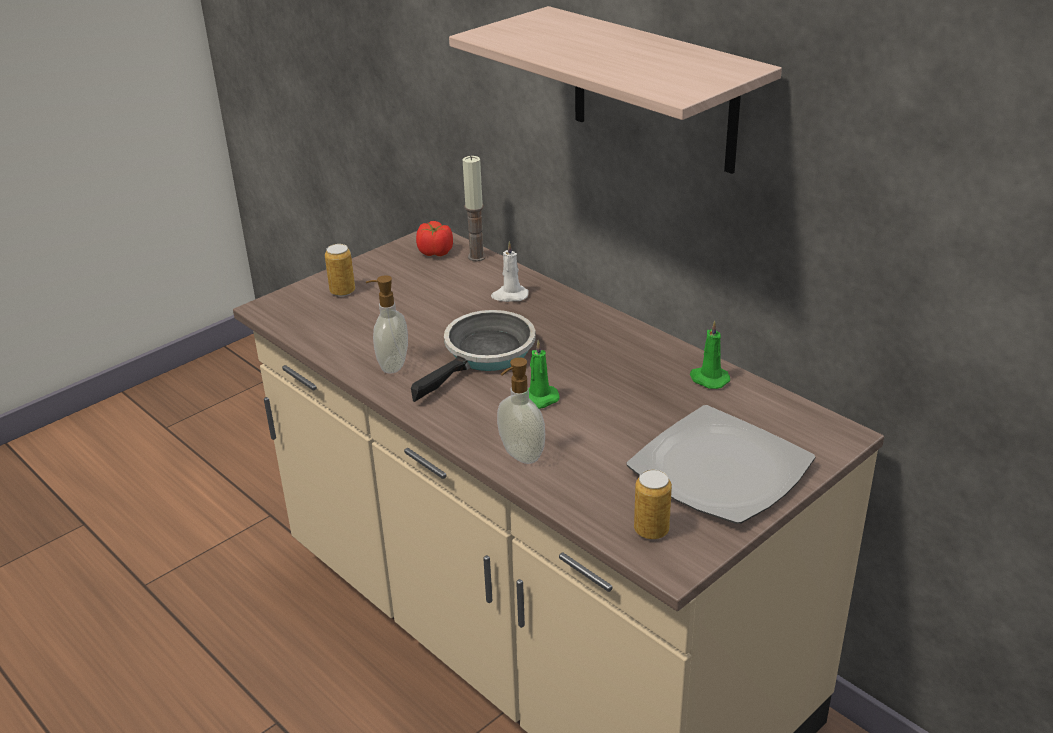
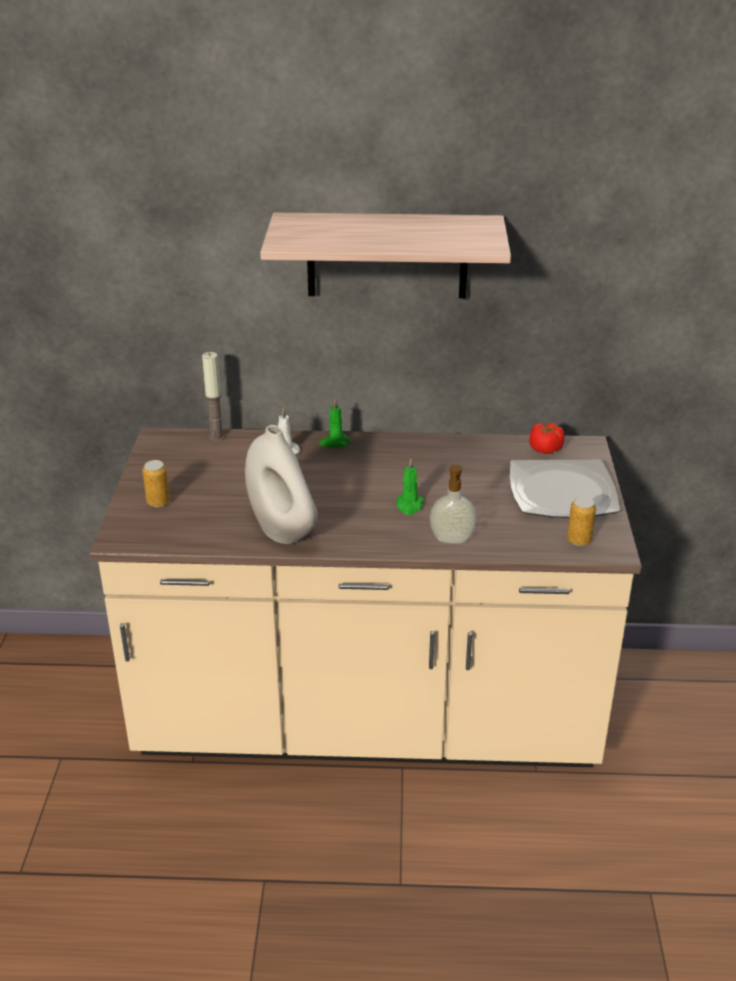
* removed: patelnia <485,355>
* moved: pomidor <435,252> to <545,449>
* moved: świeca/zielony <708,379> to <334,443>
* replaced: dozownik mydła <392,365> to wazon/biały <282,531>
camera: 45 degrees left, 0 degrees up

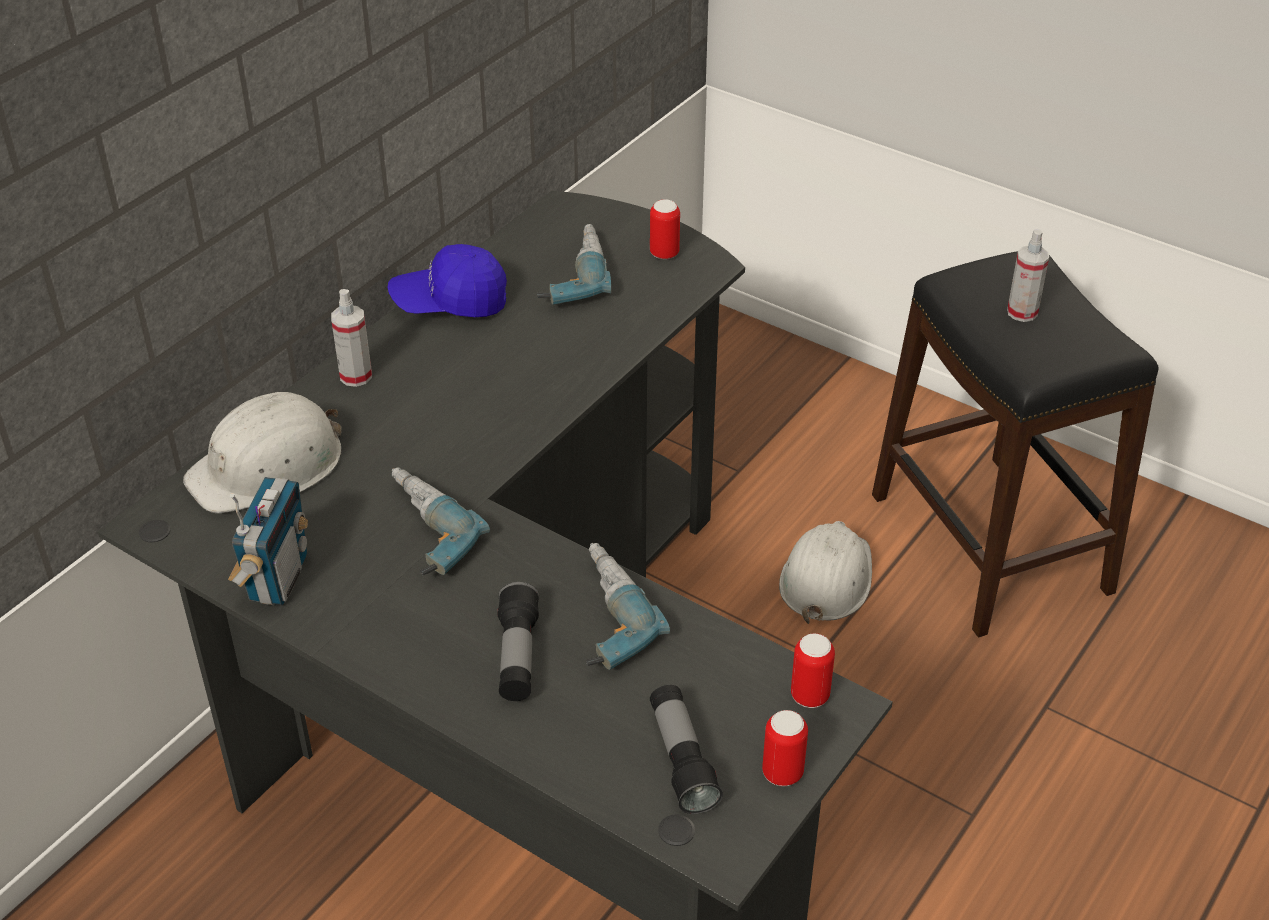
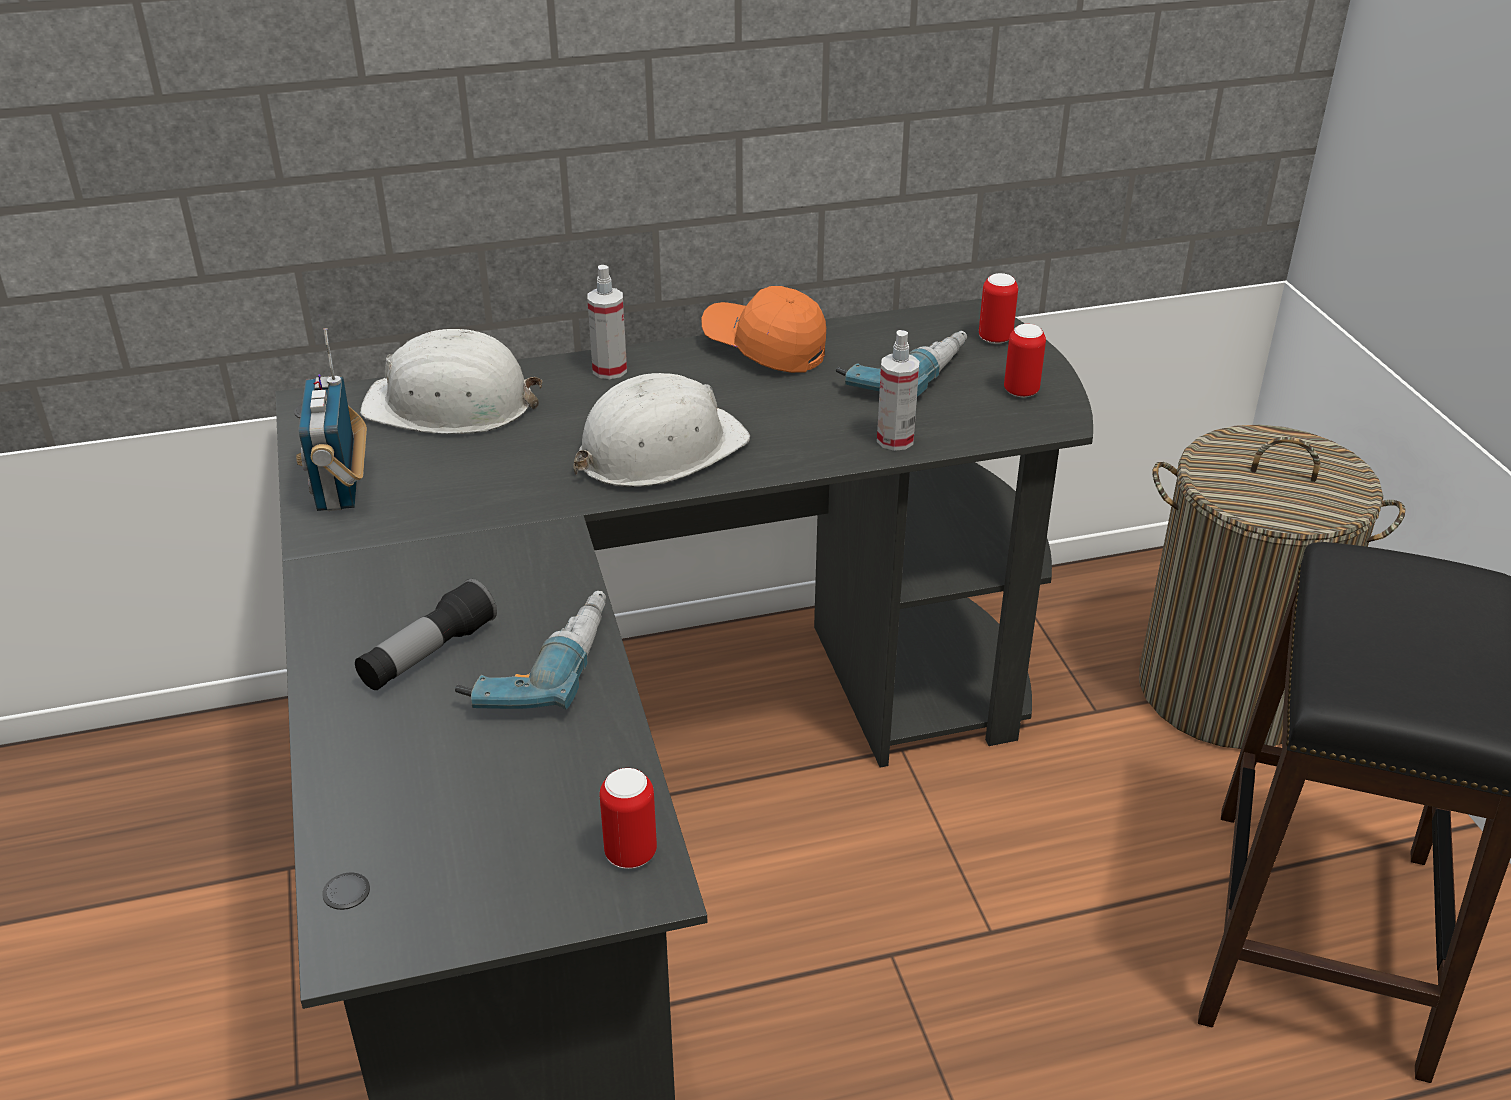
* removed: wiertarka <418,532>
* removed: latarka <682,760>
* added: kosz na pranie <1226,690>
* moved: puszka <782,773> to <995,338>
* moved: kask/biały <826,578> to <659,450>
* moved: spryskiwacz <1022,312> to <895,440>
* recoloured: czapka z daszkiem/niebieski <450,303> to czapka z daszkiem/pomarańczowy <764,349>
* turned: radio <277,578> = <340,489> 120 degrees clockwise
camera: 40 degrees right, 5 degrees down

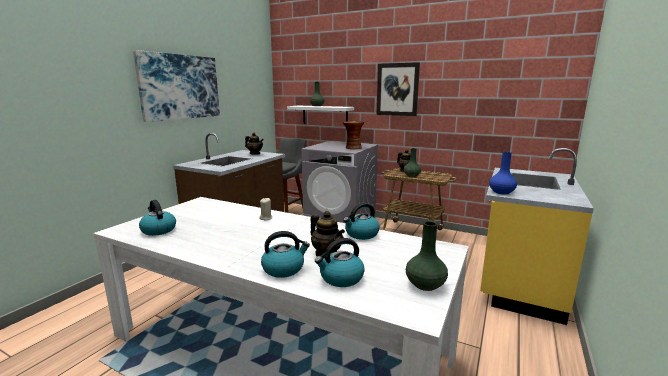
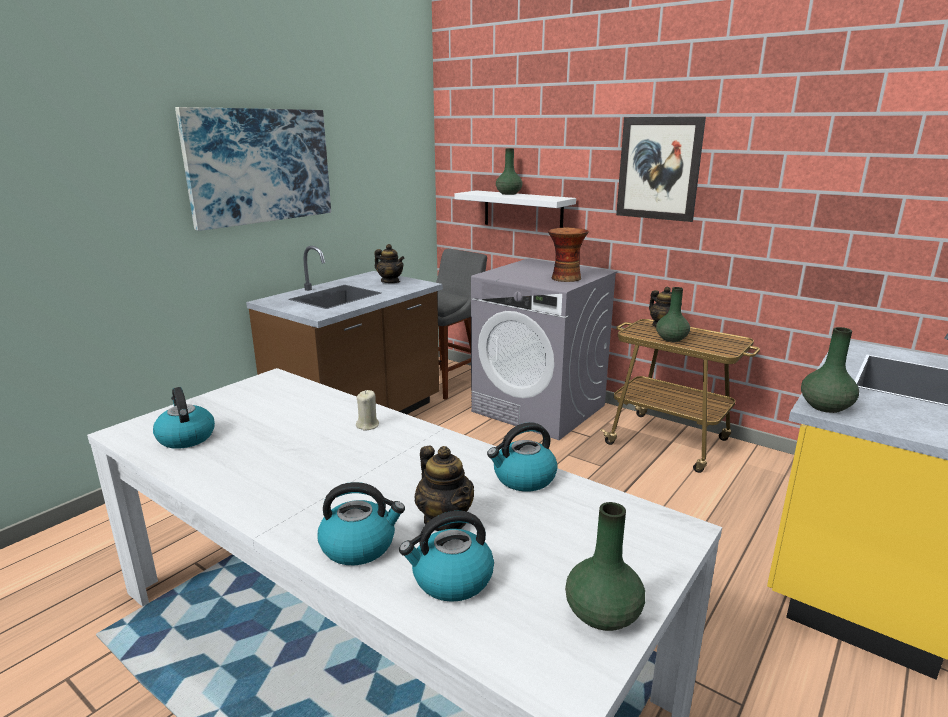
* recoloured: wazon/niebieski <502,192> to wazon/zielony <826,407>
camera: 10 degrees right, 5 degrees up

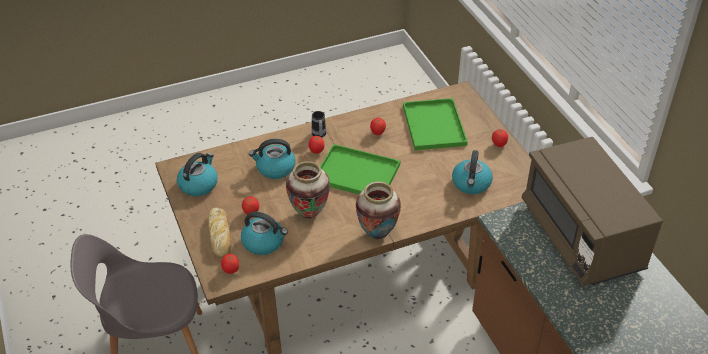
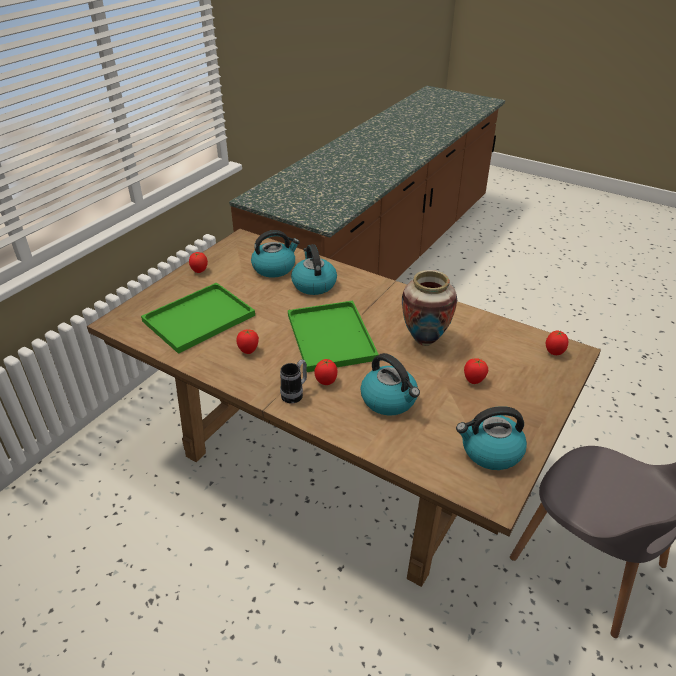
* removed: chleb <220,236>
* removed: wazon <377,235>
* removed: mikrofalówka/brązowy <581,237>
* moved: czajnik <264,242> to <313,284>
camera: 125 degrees left, 5 degrees down

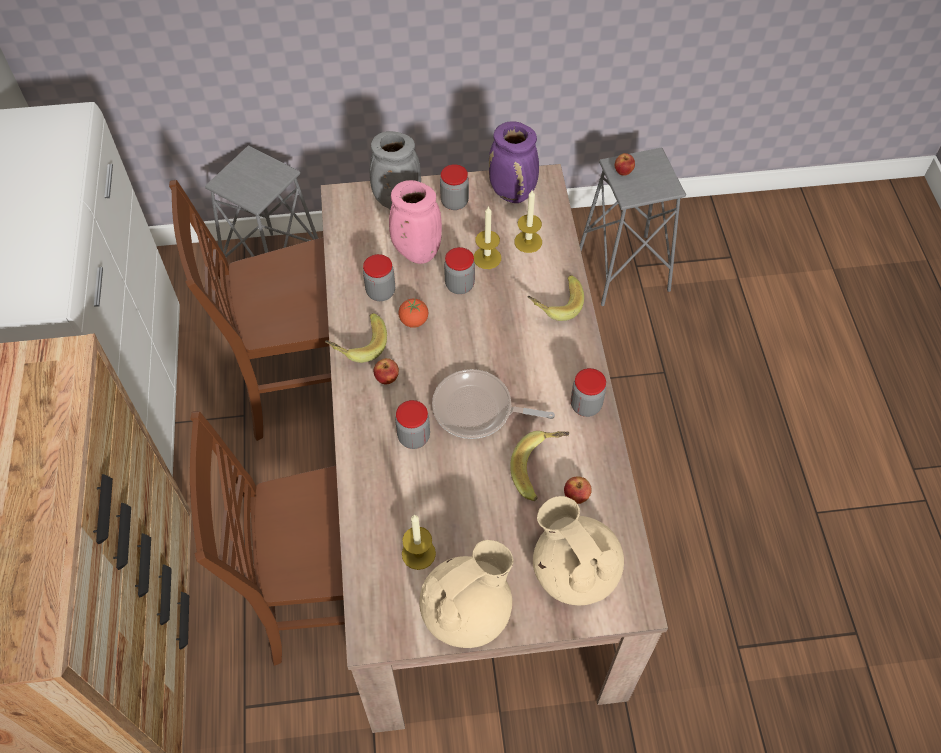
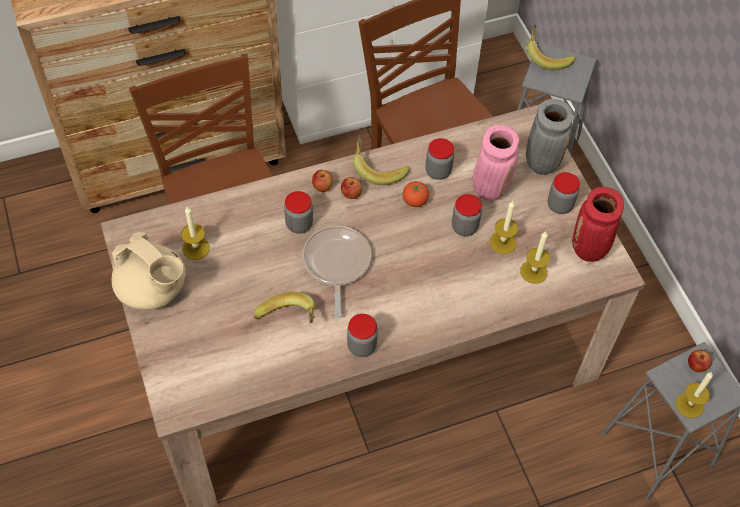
* removed: imbryk/beżowy <574,569>
* added: świeca <689,405>
* moved: banan <554,304> to <547,56>
* moved: jabłko <576,496> to <322,187>
* recoloured: wazon/fioletowy <513,193> to wazon/czerwony <589,250>
camera: 75 degrees right, 0 degrees up

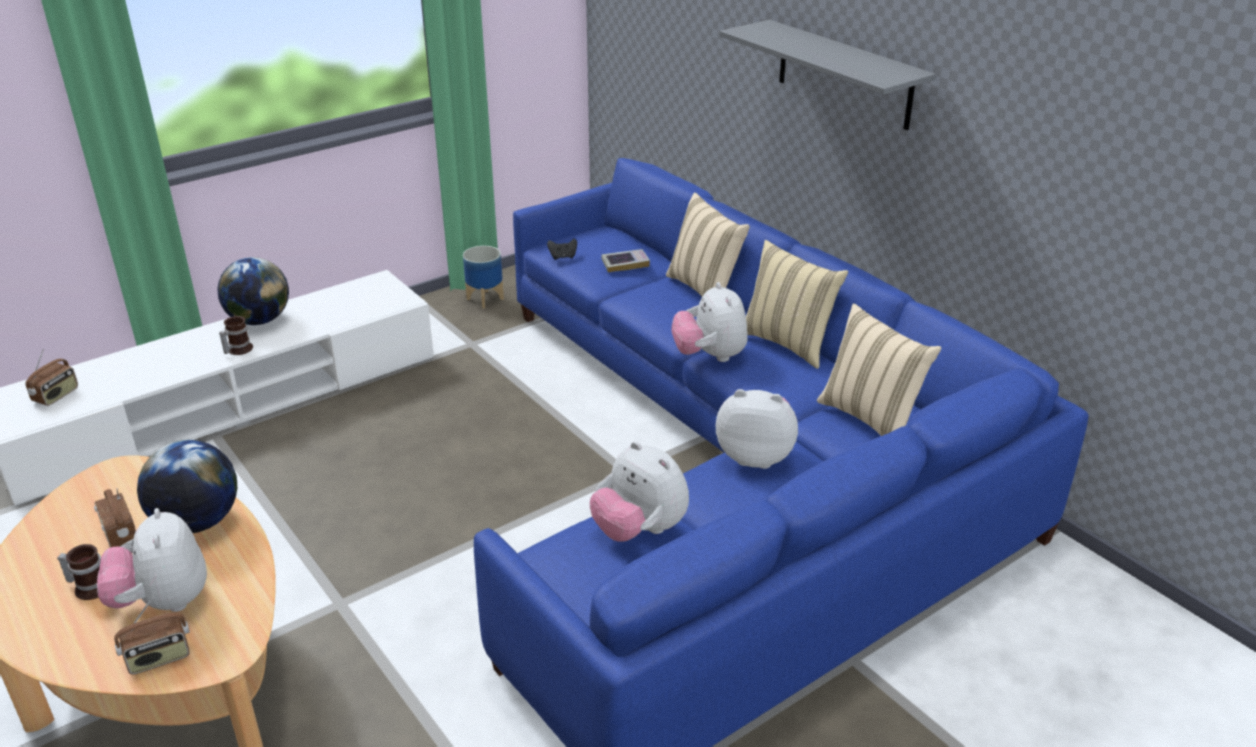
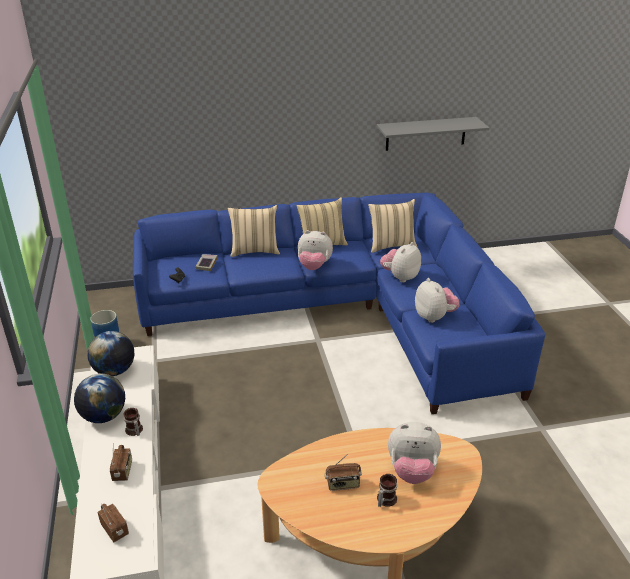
* moved: radio <159,658> to <123,471>
* moved: globus <197,522> to <114,371>
* moved: półka/szary <844,75> to <426,133>
* turned: pluszak <639,530> = <434,317> 90 degrees counterclockwise
camera: 65 degrees left, 0 degrees up

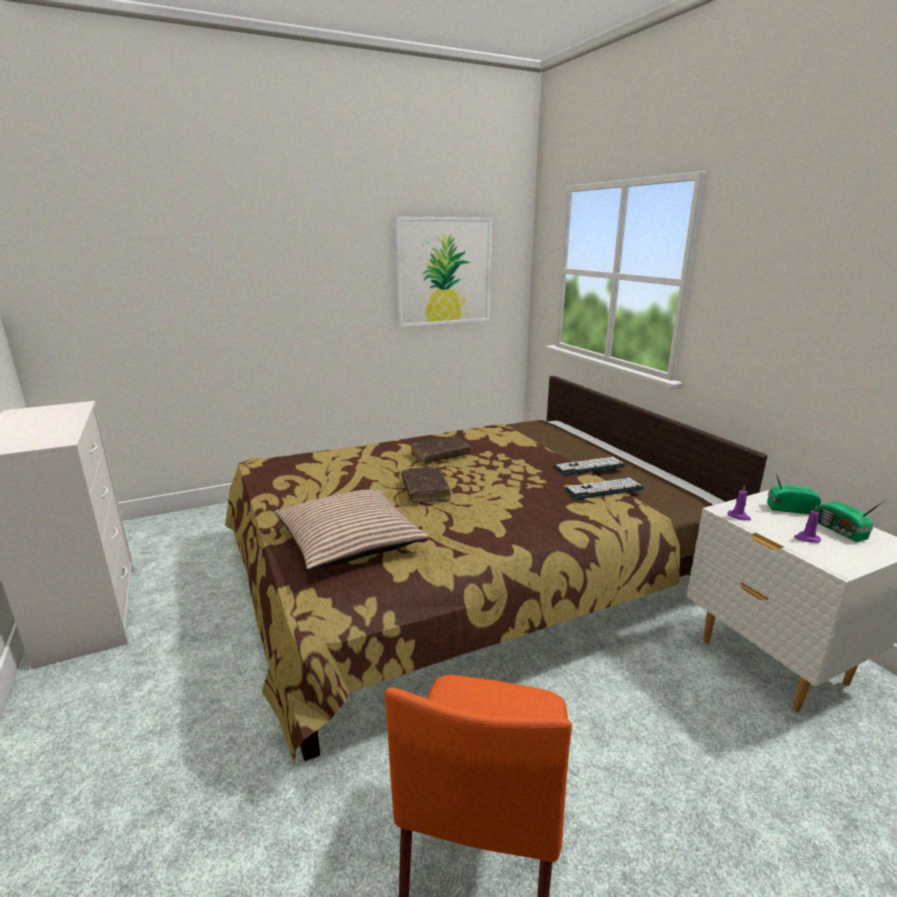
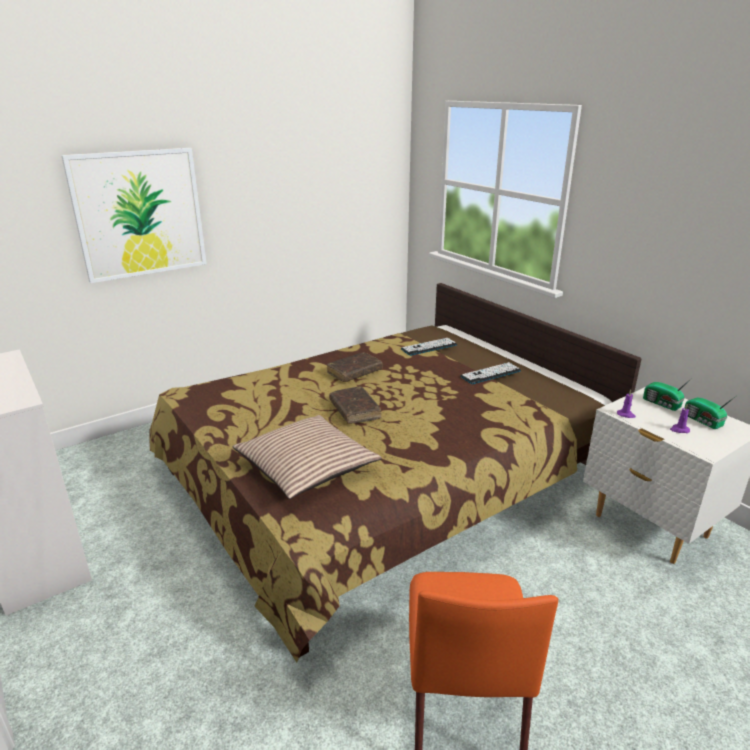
* moved: obraz <444,271> to <139,214>
* moved: klawiatura <604,489> to <429,347>
* turned: radio <789,508> = <662,404> 135 degrees counterclockwise
camera: 10 degrees left, 5 degrees up

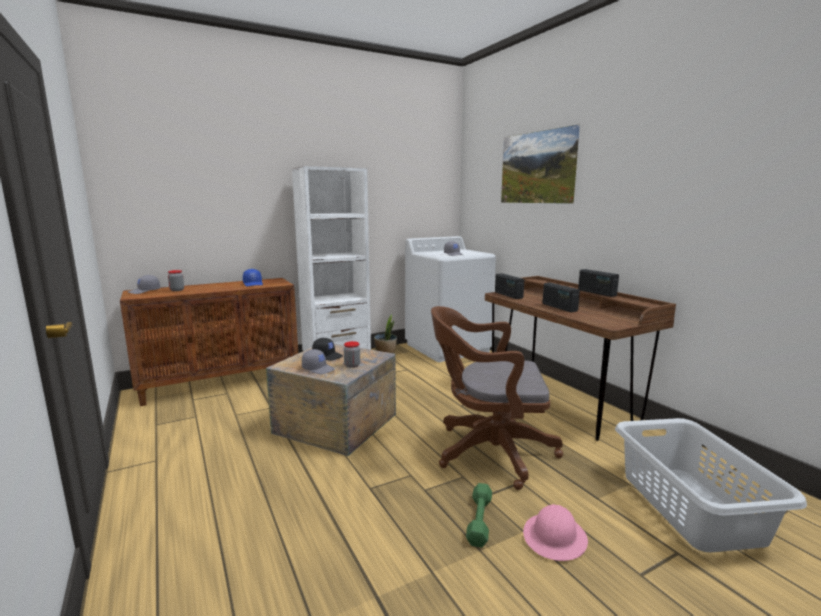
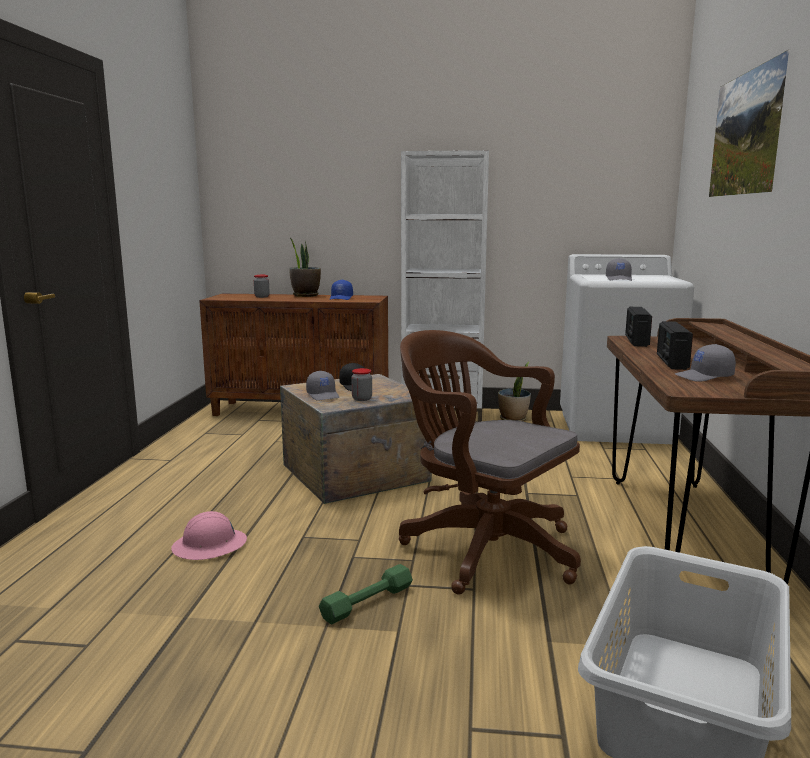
* removed: radio <596,293>
* added: roślina doniczkowa <305,295>
* moved: czapka z daszkiem/szary <144,291> to <704,377>
* moved: kask/różowy <555,538> to <210,546>
camera: 35 degrees right, 0 degrees up

